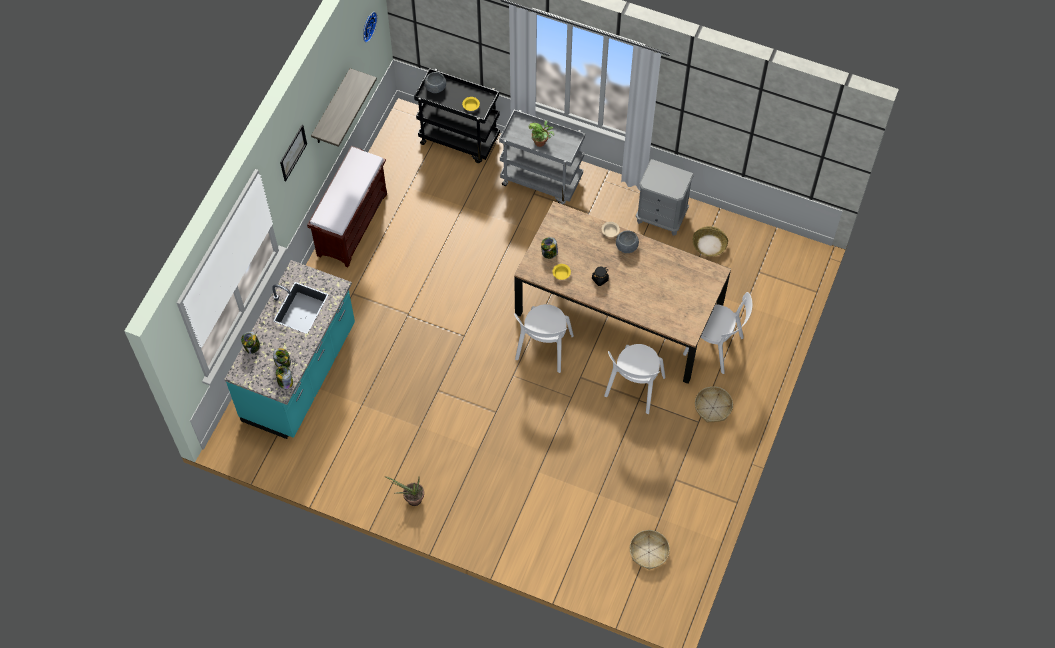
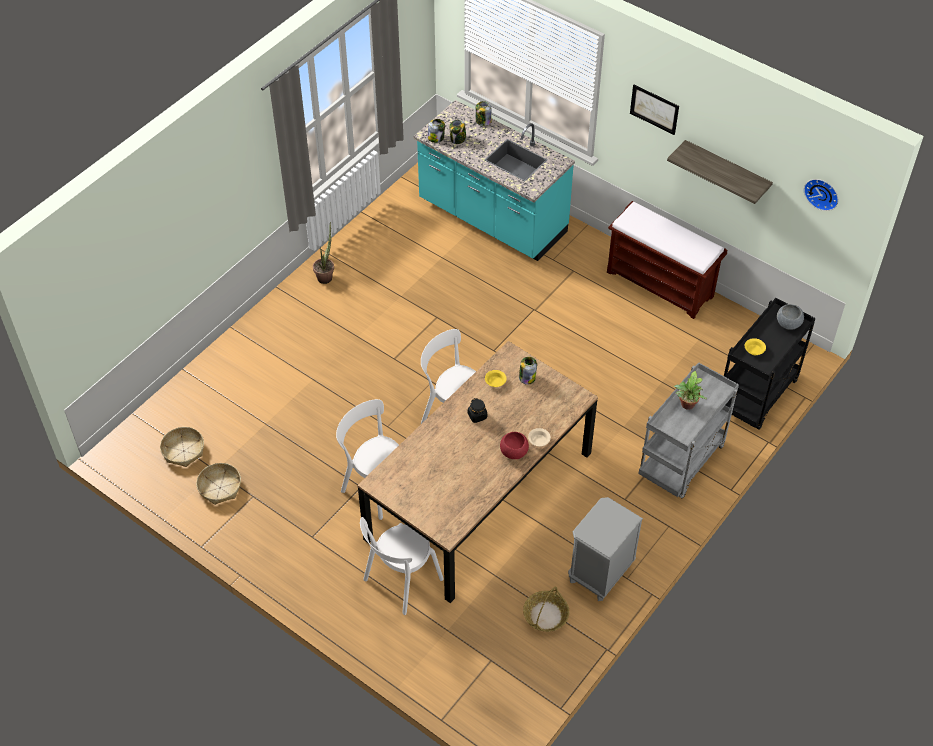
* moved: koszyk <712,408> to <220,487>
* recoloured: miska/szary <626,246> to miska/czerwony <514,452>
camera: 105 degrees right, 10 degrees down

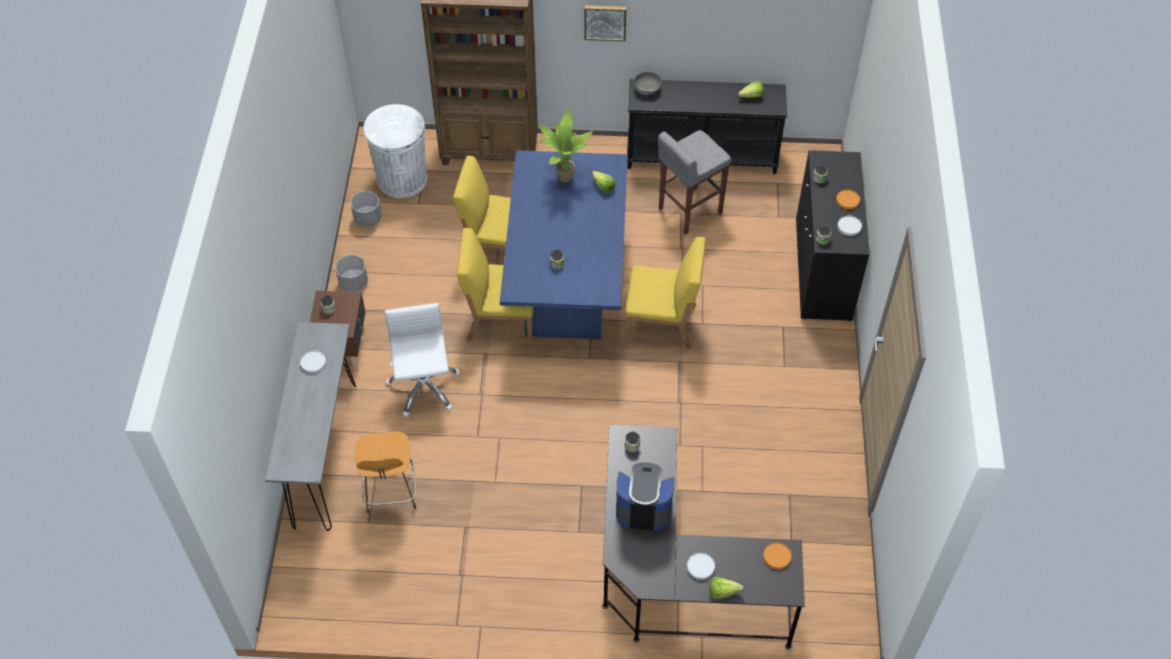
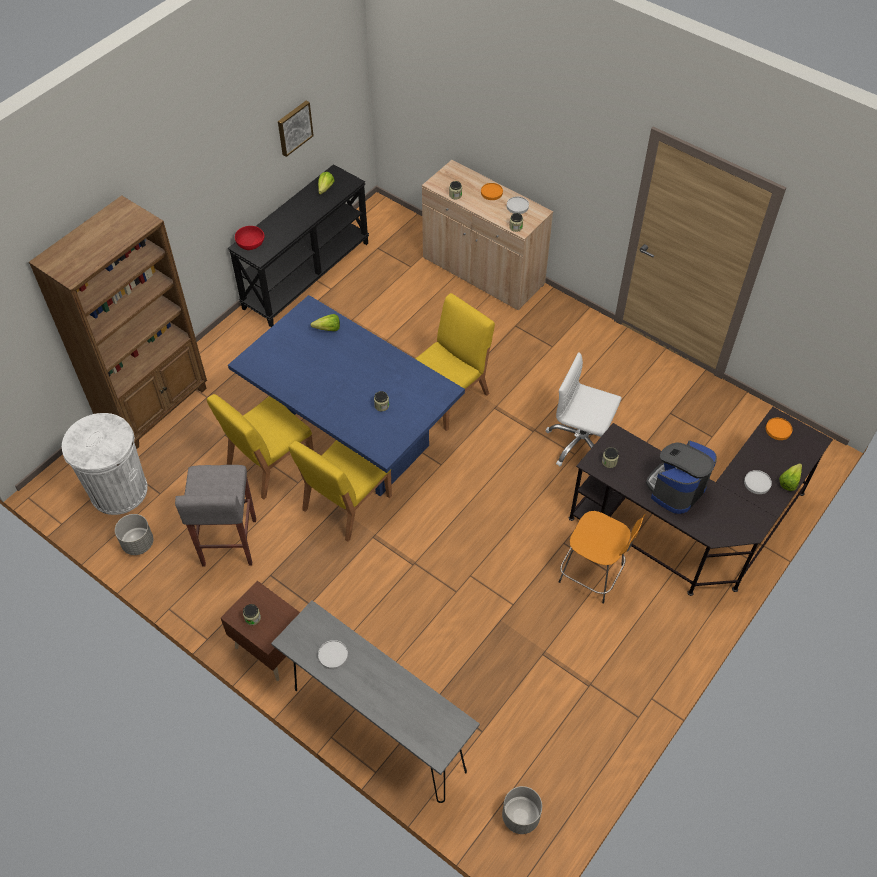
* removed: roślina doniczkowa <563,177>
* moved: donica/szary <354,283> to <520,816>
* moved: stołek/pomarańczowy <390,492> to <593,575>
* moved: krzesło biurowe/biały <423,387> to <580,443>
* moved: obraz <605,21> to <294,127>
* moved: stołek/szary <689,210> to <228,543>
* recoloured: miska/szary <647,89> to miska/czerwony <251,243>
* recoloured: szafka/czarny <822,269> to szafka/beżowy <483,272>
camera: 55 degrees left, 0 degrees up

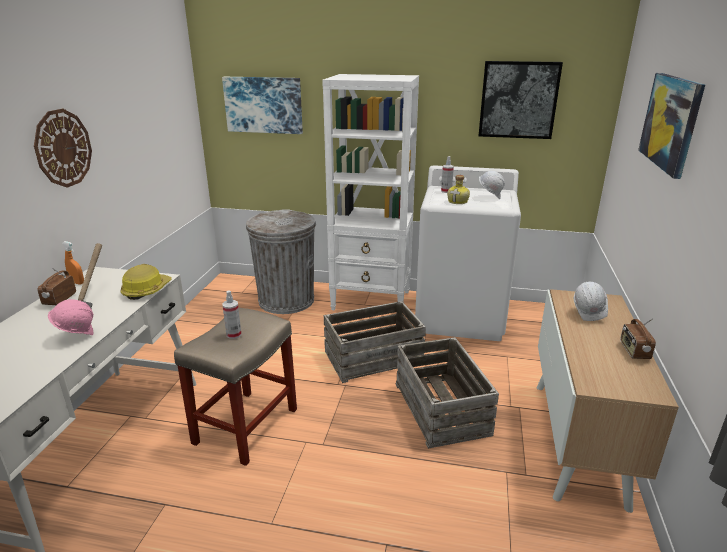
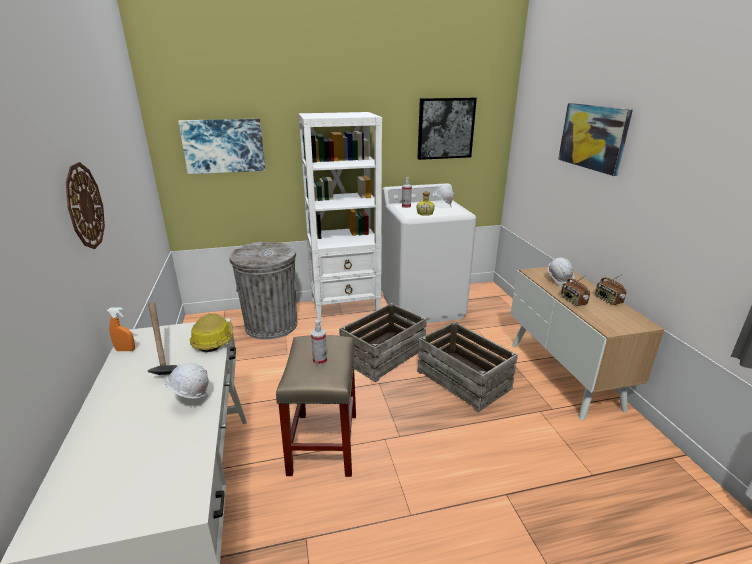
* moved: radio <59,299> to <573,301>
* recoloured: kask/różowy <77,336> to kask/biały <191,401>
camera: 25 degrees left, 0 degrees up

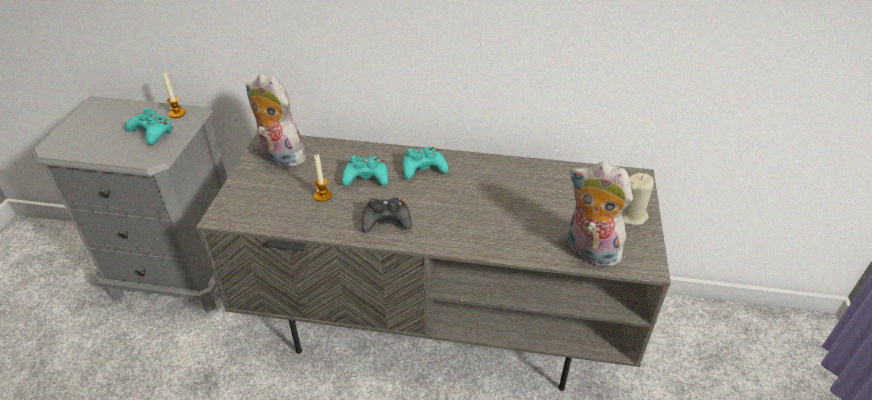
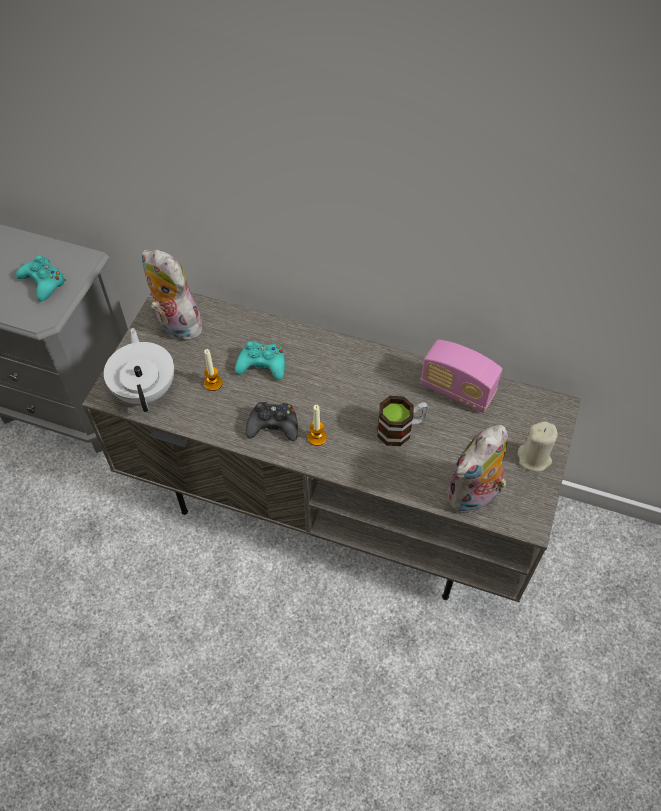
* removed: pad do gier/turkusowy <423,168>
* added: imbryk/biały <146,389>
* added: kubek <401,429>
* added: radio <457,390>
* moved: świeca <177,113> to <317,437>
* turned: pluszak <589,252> = <474,497> 90 degrees counterclockwise
camera: 10 degrees right, 15 degrees up

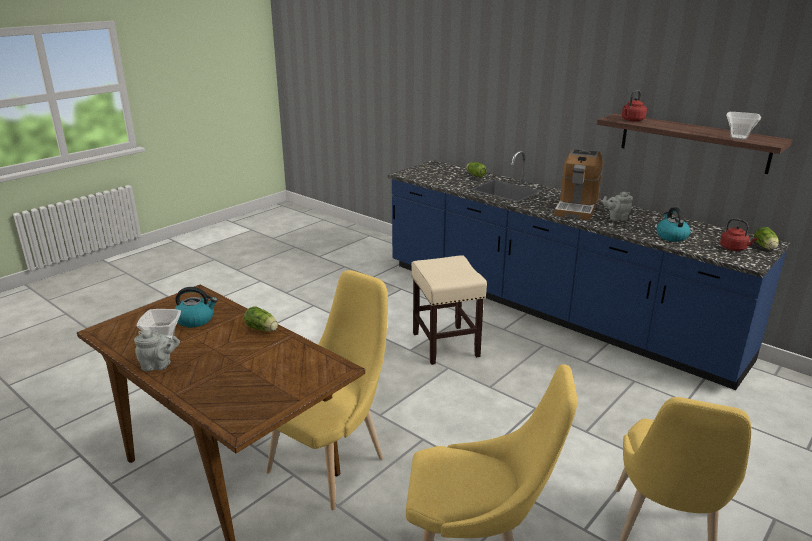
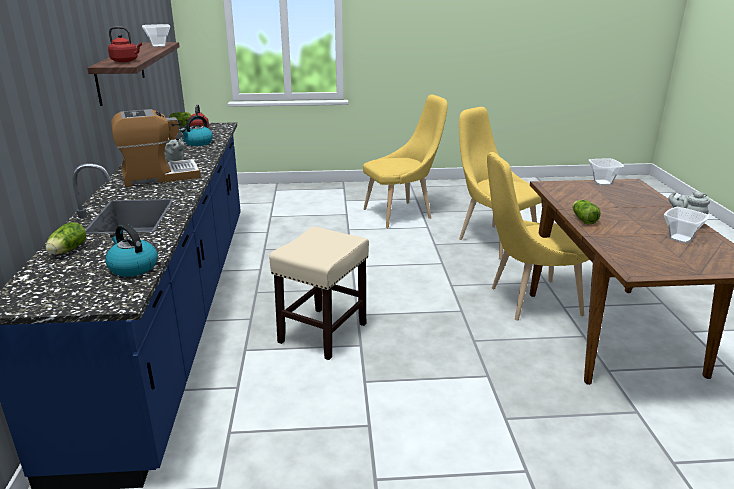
* added: miska <603,183>
* moved: czajnik <196,320> to <132,267>
camera: 135 degrees left, 0 degrees up

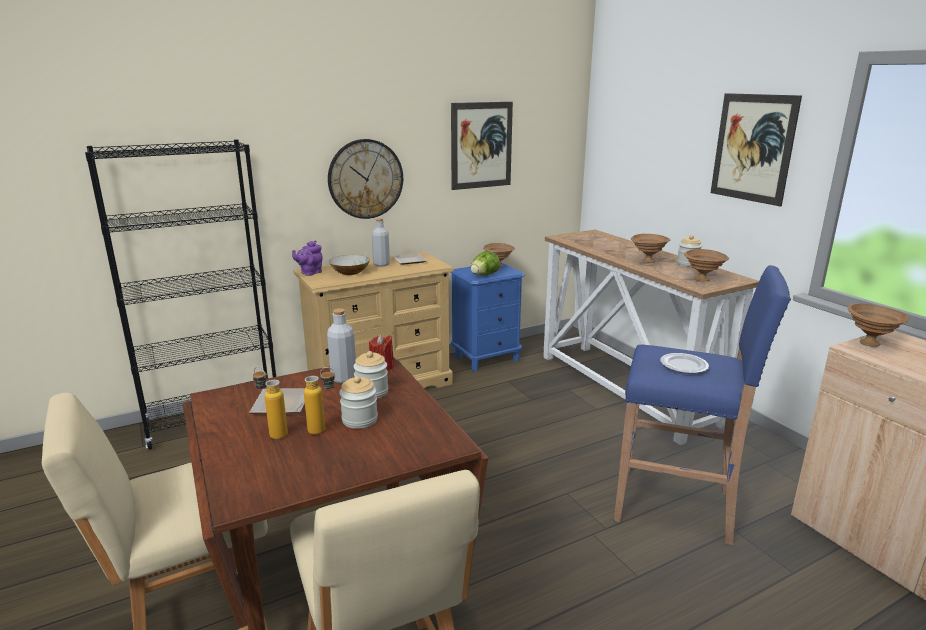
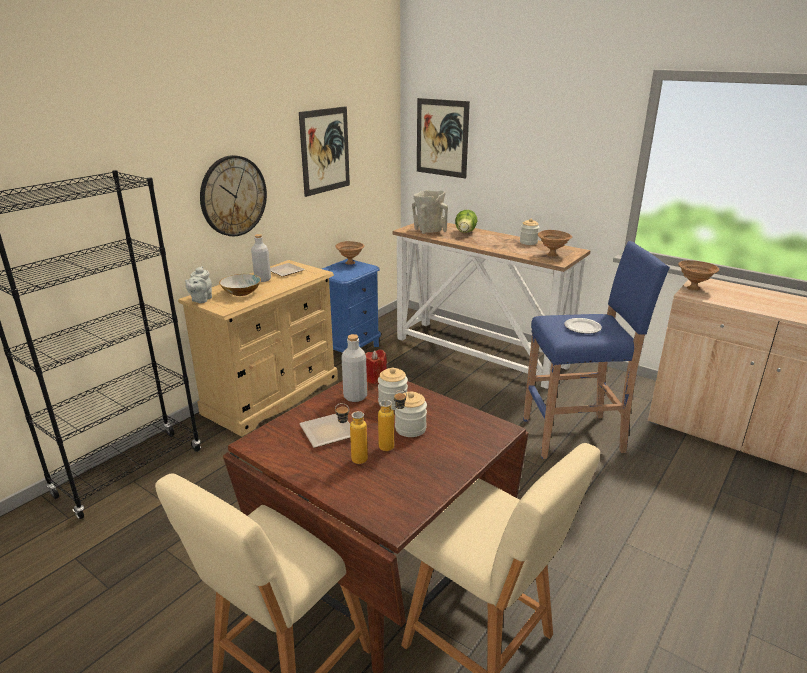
* removed: miska/brązowy <647,261>
* added: wazon/beżowy <429,231>
* moved: sałata <484,275> to <465,232>
* moved: obraz <753,148> to <442,138>
* recoloured: imbryk/fioletowy <310,273> to imbryk/szary <201,300>
camera: 25 degrees left, 5 degrees up

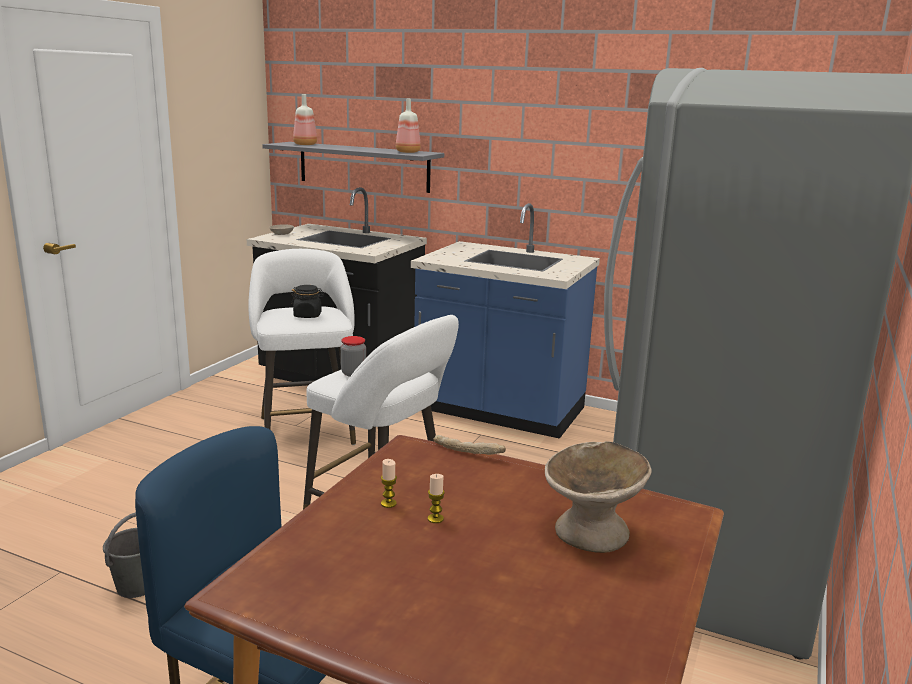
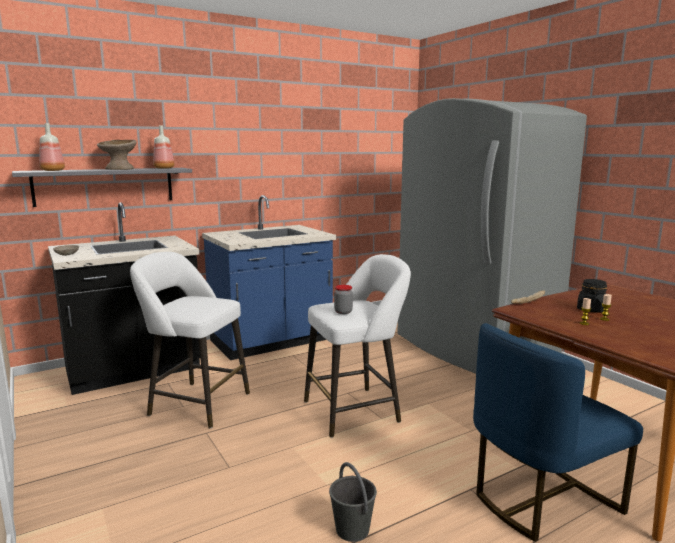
* moved: słoik/czarny <308,315> to <591,309>
* moved: miska/beżowy <591,532> to <119,169>
camera: 55 degrees left, 5 degrees down

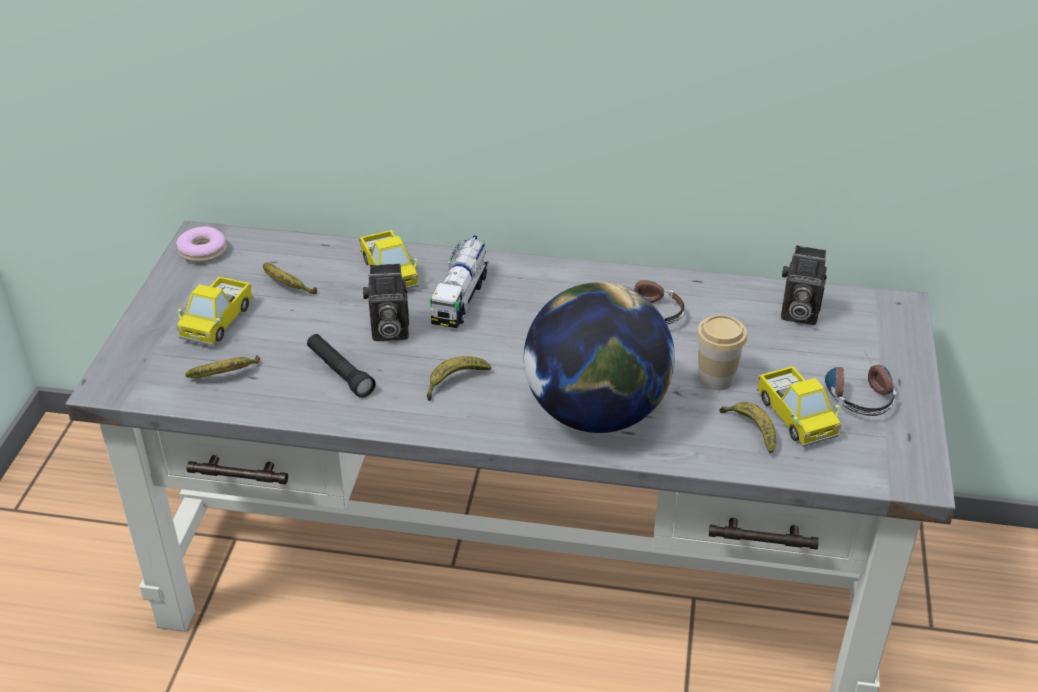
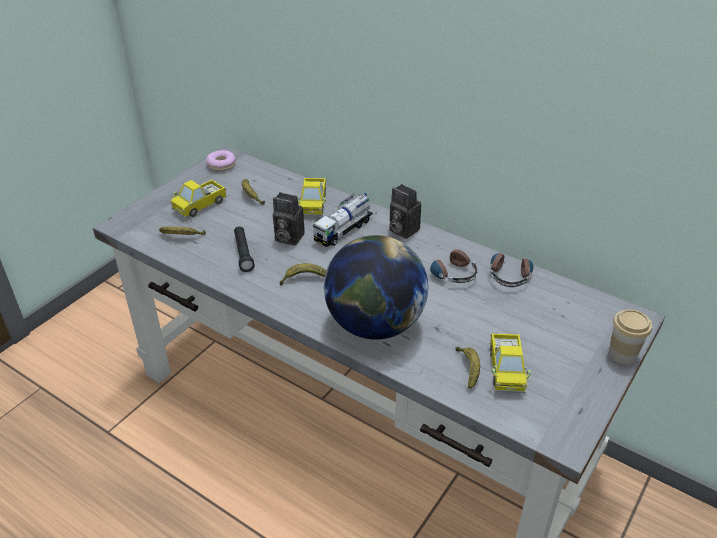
* moved: filiżanka <716,378> to <622,354>
* moved: aparat fotograficzny <797,313> to <402,230>
* moved: słuchawki <856,391> to <510,272>
camera: 25 degrees right, 0 degrees up

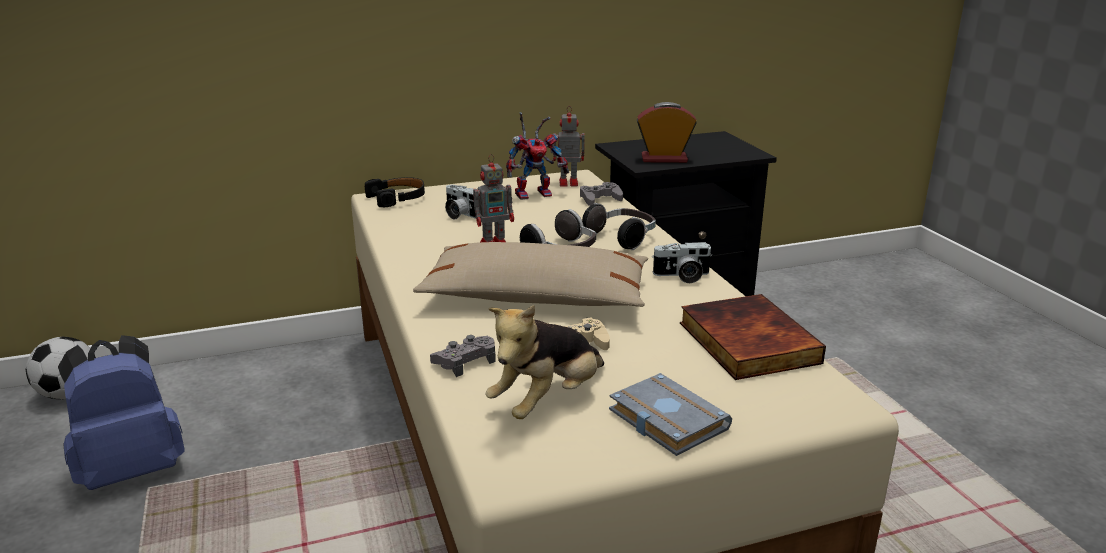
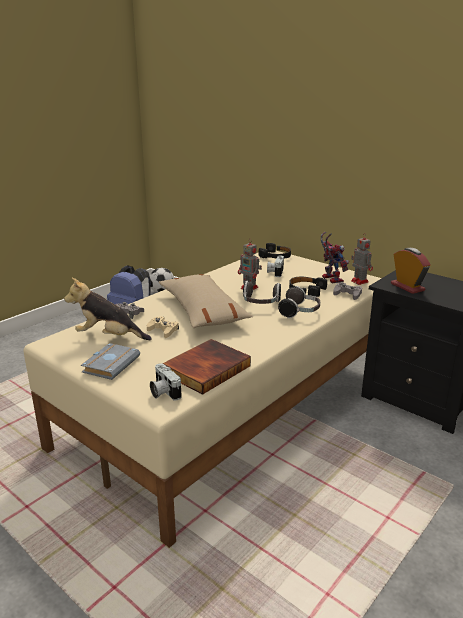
* added: słuchawki/czarny <306,290>
* moved: aparat fotograficzny <682,276> to <163,392>
* turned: robot zabawkowy <535,193> = <329,278> 150 degrees counterclockwise
camera: 60 degrees right, 0 degrees up

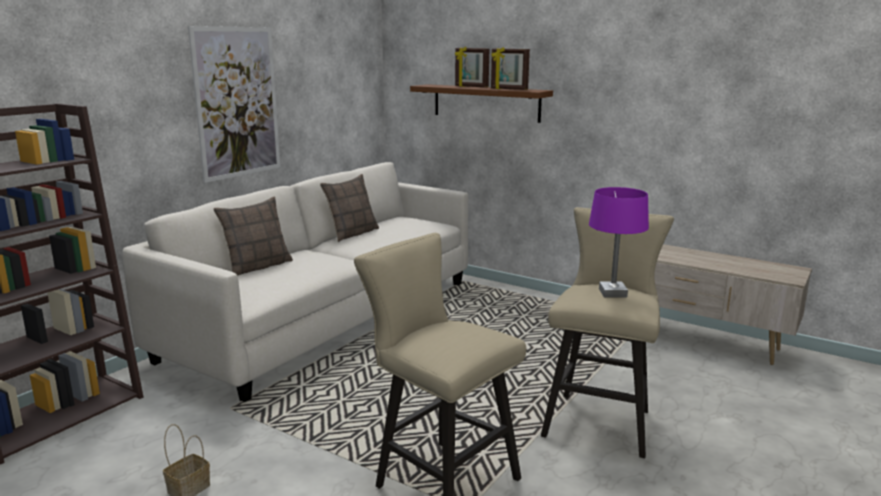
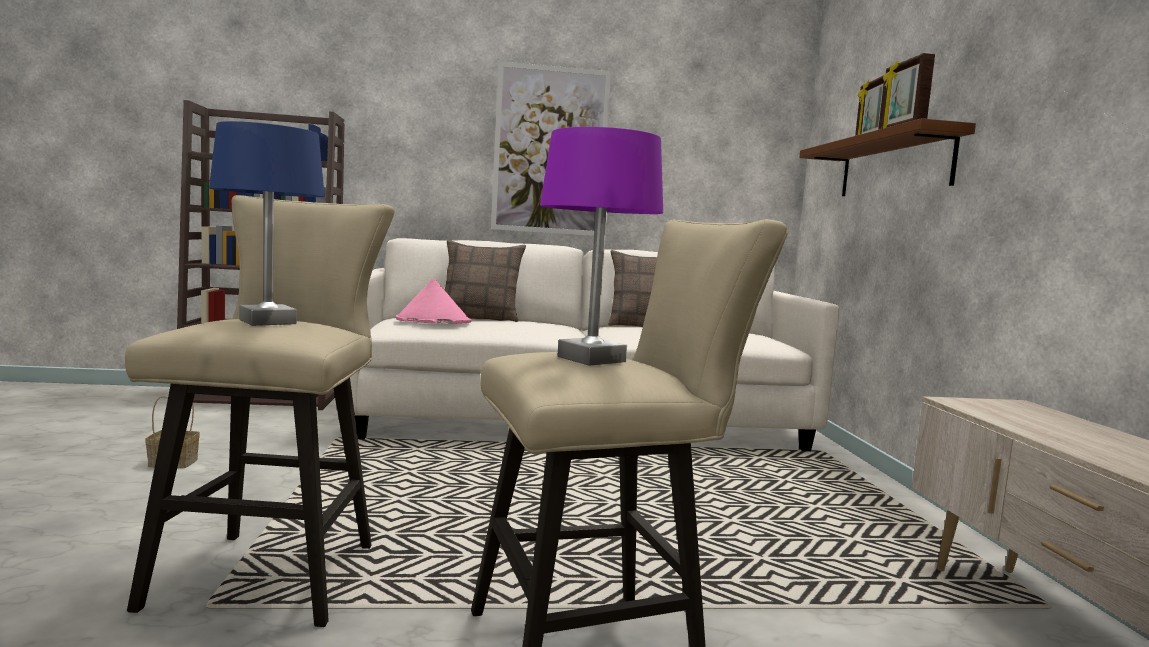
* added: lampa stołowa/niebieski <268,322>
* added: kapelusz/różowy <433,321>
camera: 50 degrees right, 10 degrees down

